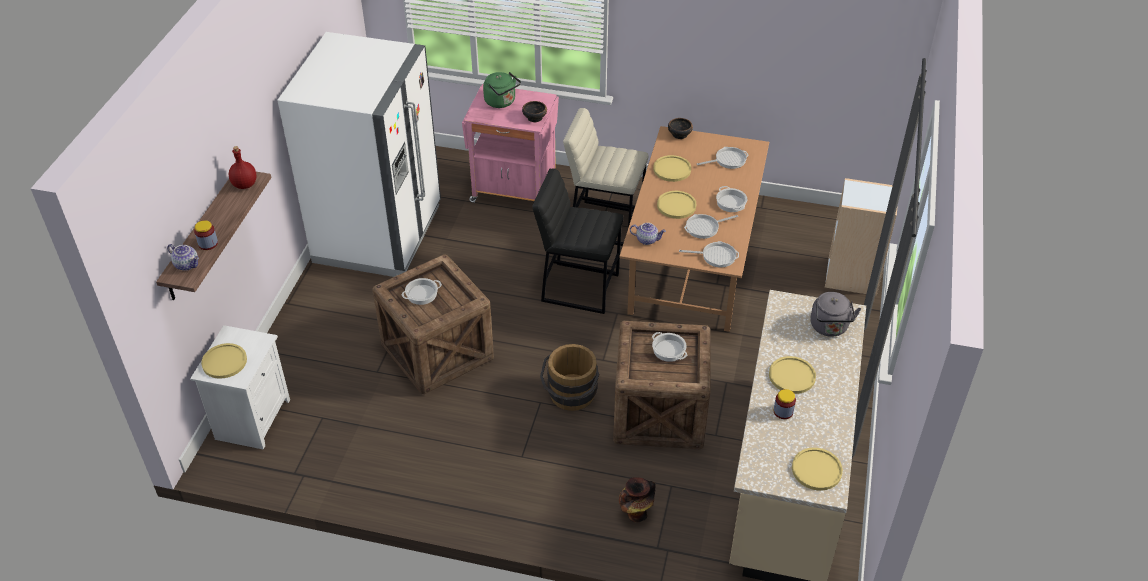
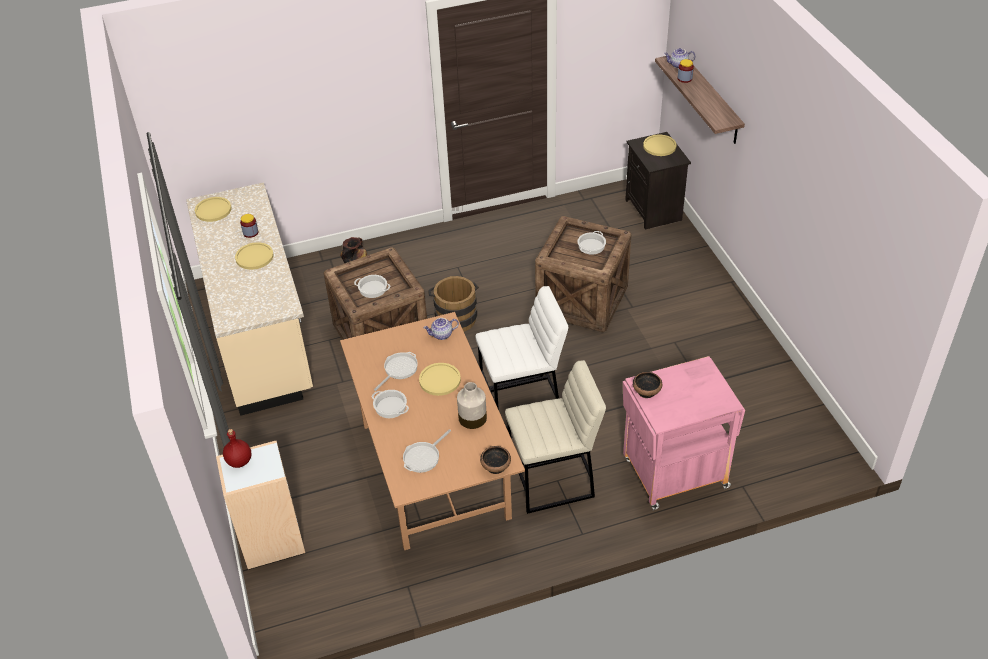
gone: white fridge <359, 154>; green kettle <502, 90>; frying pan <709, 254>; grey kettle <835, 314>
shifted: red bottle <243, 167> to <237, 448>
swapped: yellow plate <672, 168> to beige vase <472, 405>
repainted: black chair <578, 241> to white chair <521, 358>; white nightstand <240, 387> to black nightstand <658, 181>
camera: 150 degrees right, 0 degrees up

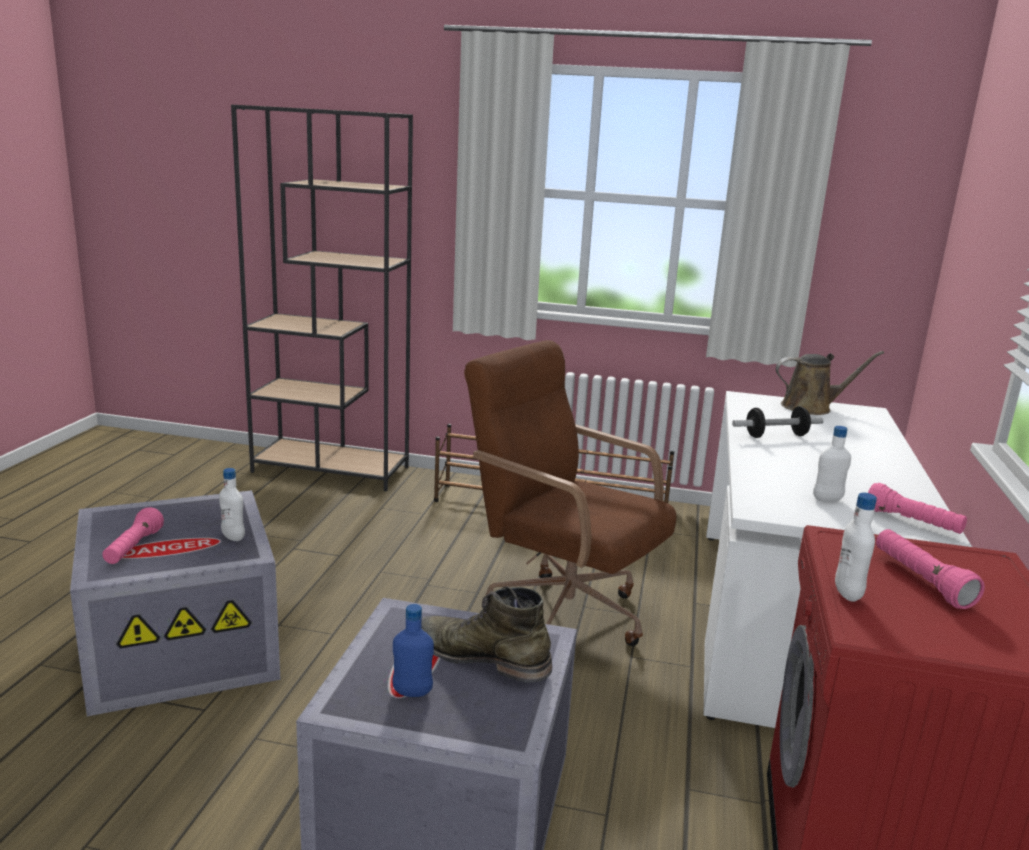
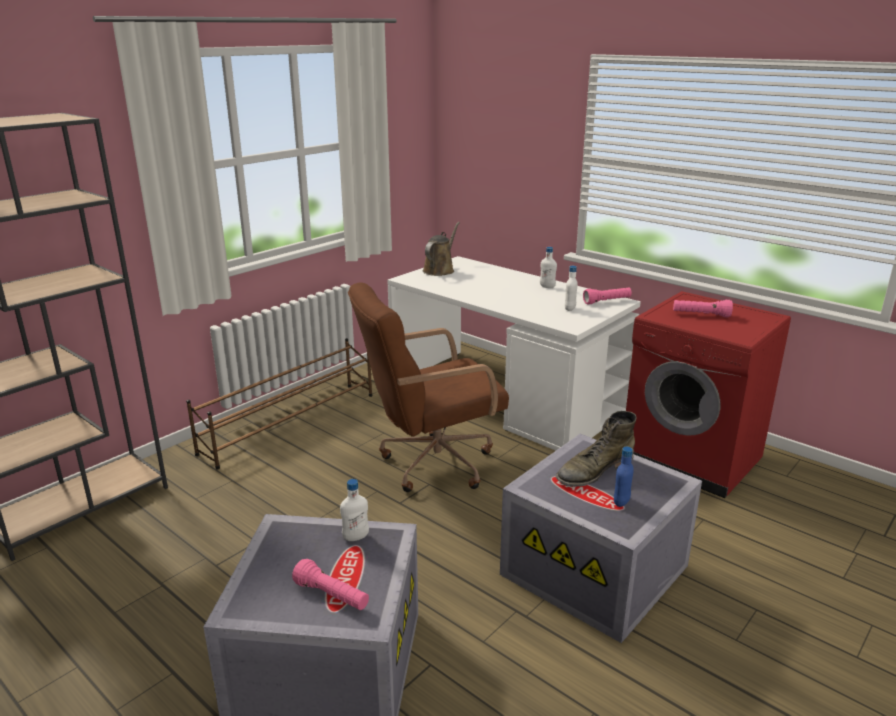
gone: dumbbell <778, 422>
shifted: white bottle <856, 547> to <548, 267>
camera: 60 degrees left, 5 degrees up

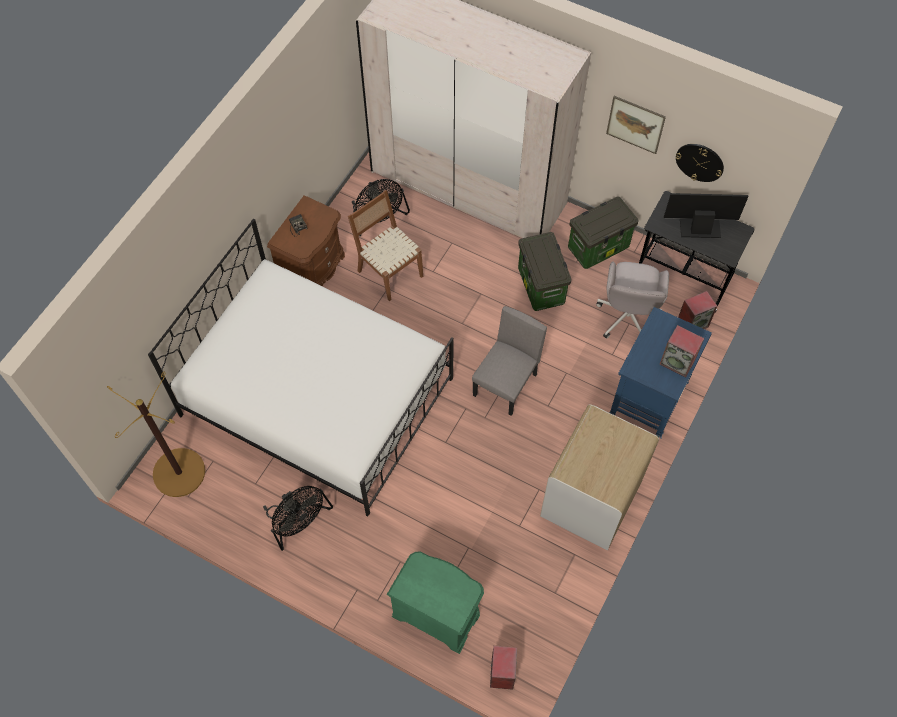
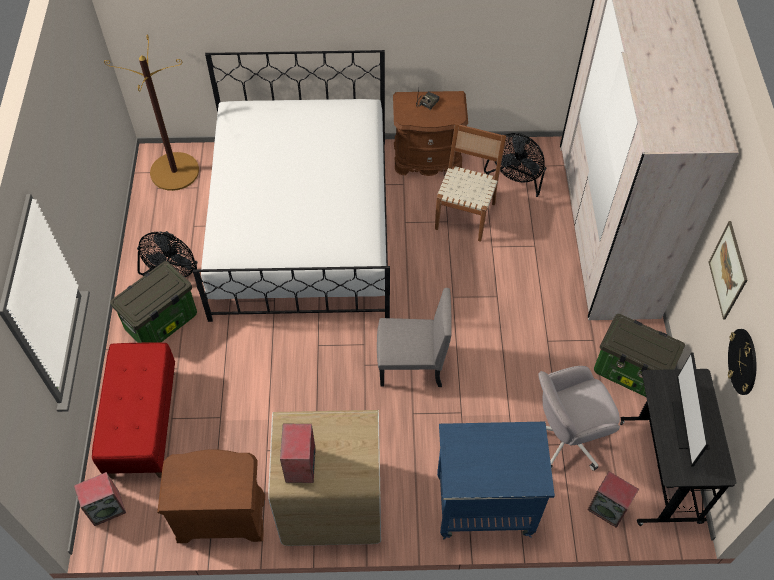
new: brown nightstand <211, 496>
shifted: storage box <545, 271> to <153, 302>; speaker <681, 351> to <298, 453>
swapped: green nightstand <435, 602> to red bench <133, 410>
rotated: monitor <706, 215> = <691, 410> 150 degrees counterclockwise
camera: 60 degrees right, 5 degrees down

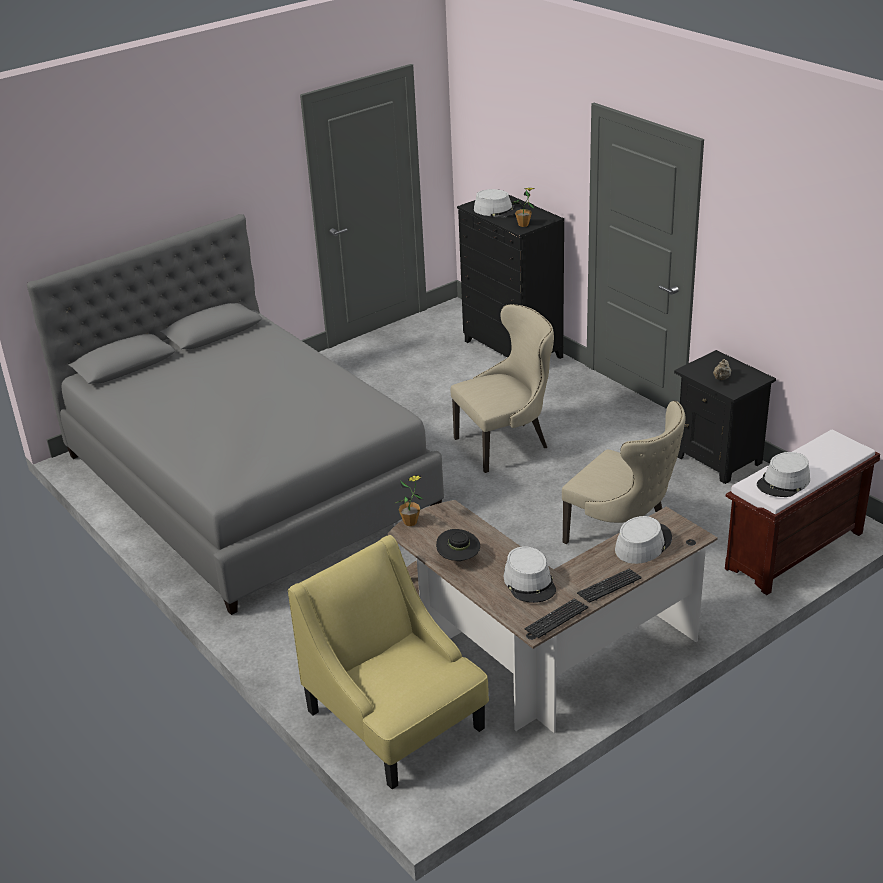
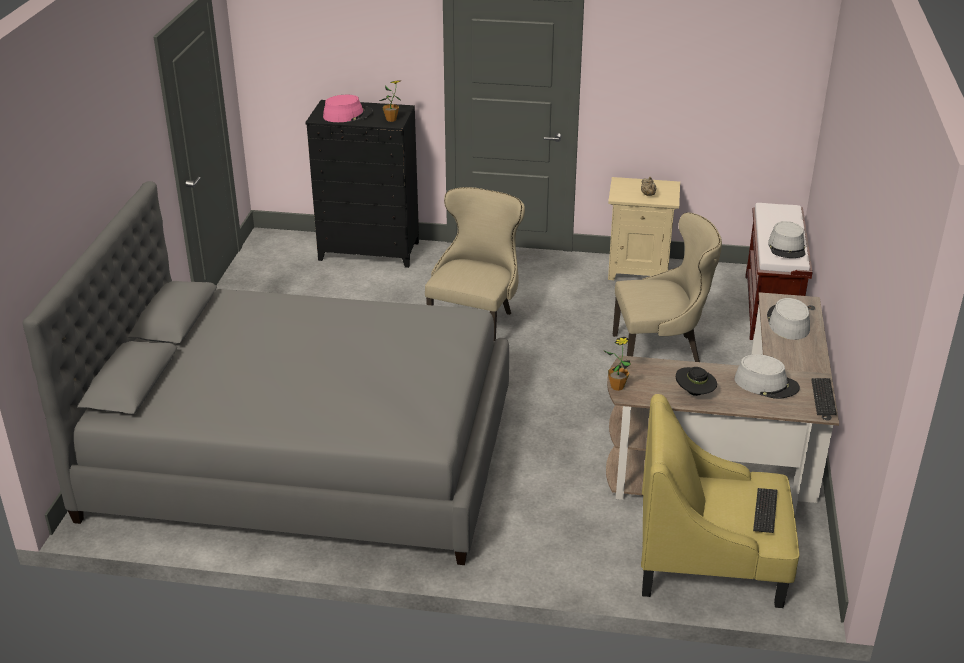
shifted: keyboard <609, 586> to <765, 510>
repainted: grey hat <497, 203> to pink hat <348, 108>; black nightstand <725, 417> to beige nightstand <644, 228>
camera: 45 degrees left, 0 degrees up

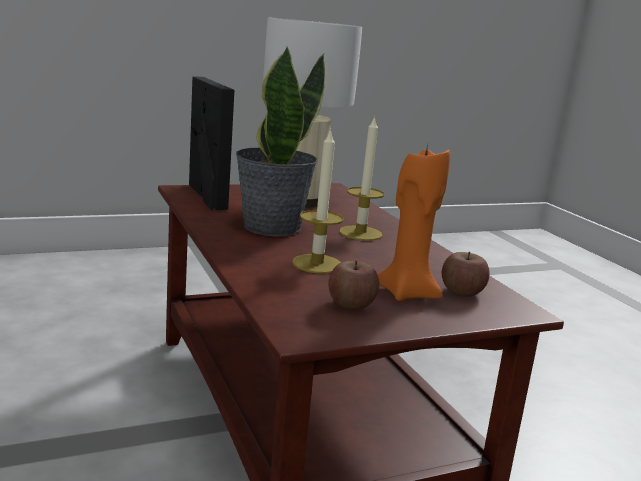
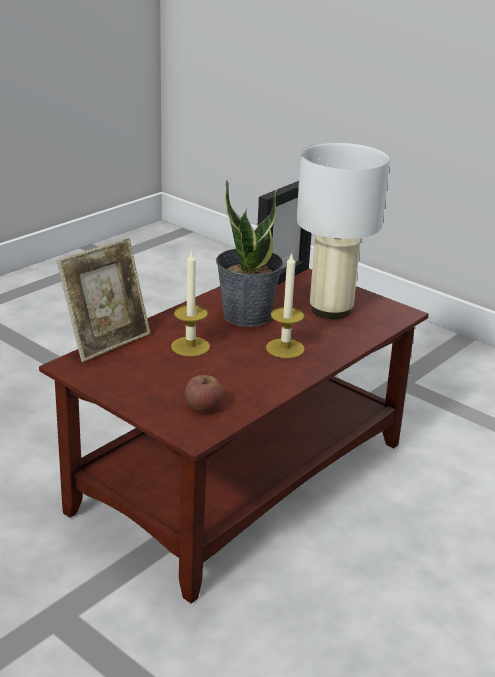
gone: orange candle <413, 222>; apple <353, 285>
new: picture frame <103, 300>
camera: 65 degrees right, 10 degrees up

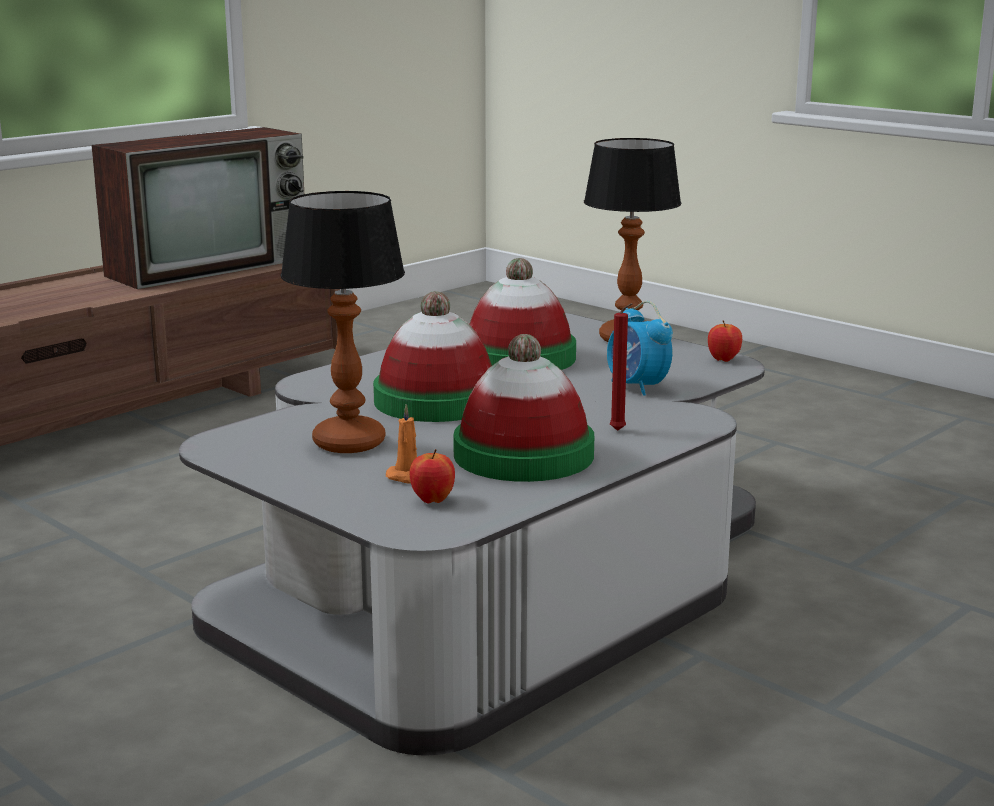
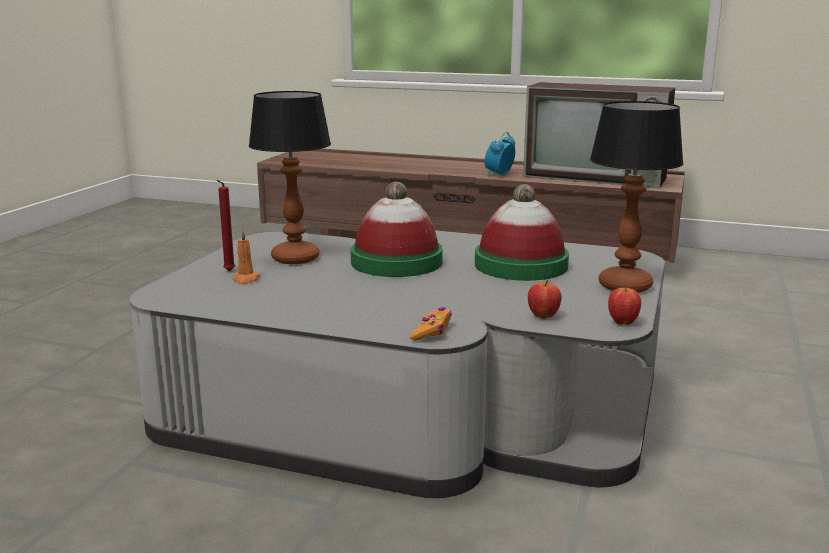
gone: hat <523, 408>
new: orange game controller <431, 324>
shifted: alarm clock <640, 348> to <500, 154>; red candle <621, 367> to <226, 225>; apple <432, 476> to <545, 299>
camera: 65 degrees right, 0 degrees up

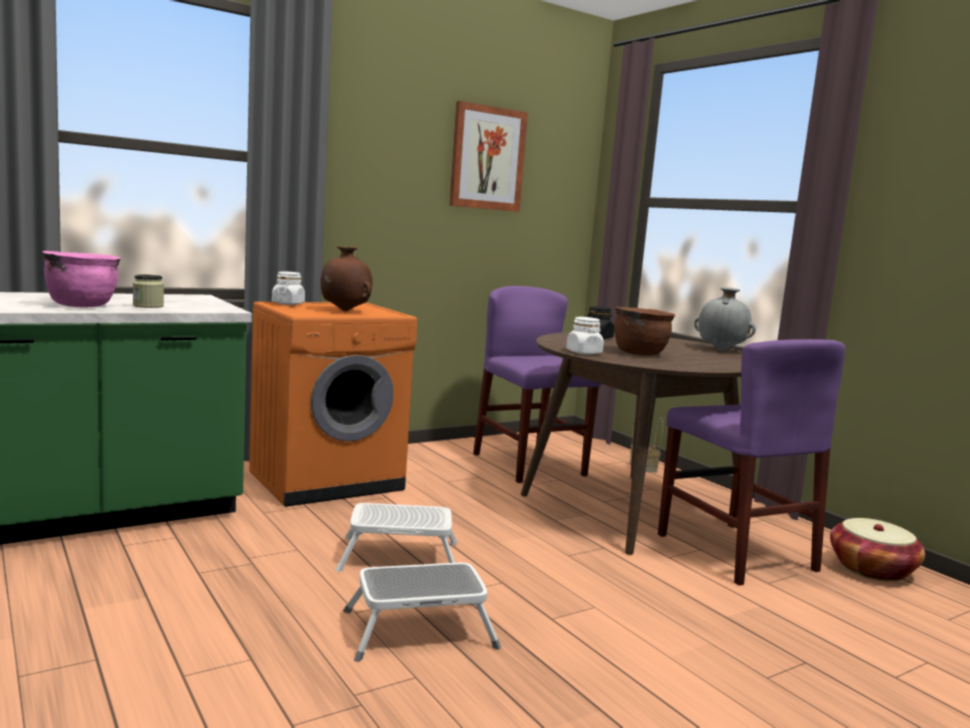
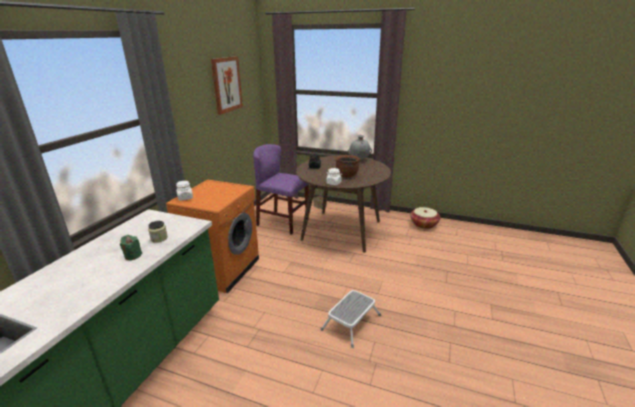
gone: brown vase <346, 278>; purple chair <752, 462>; white step ladder <397, 537>
swapped: pink cooking pot <81, 279> to green candle <131, 247>
camera: 35 degrees left, 15 degrees up

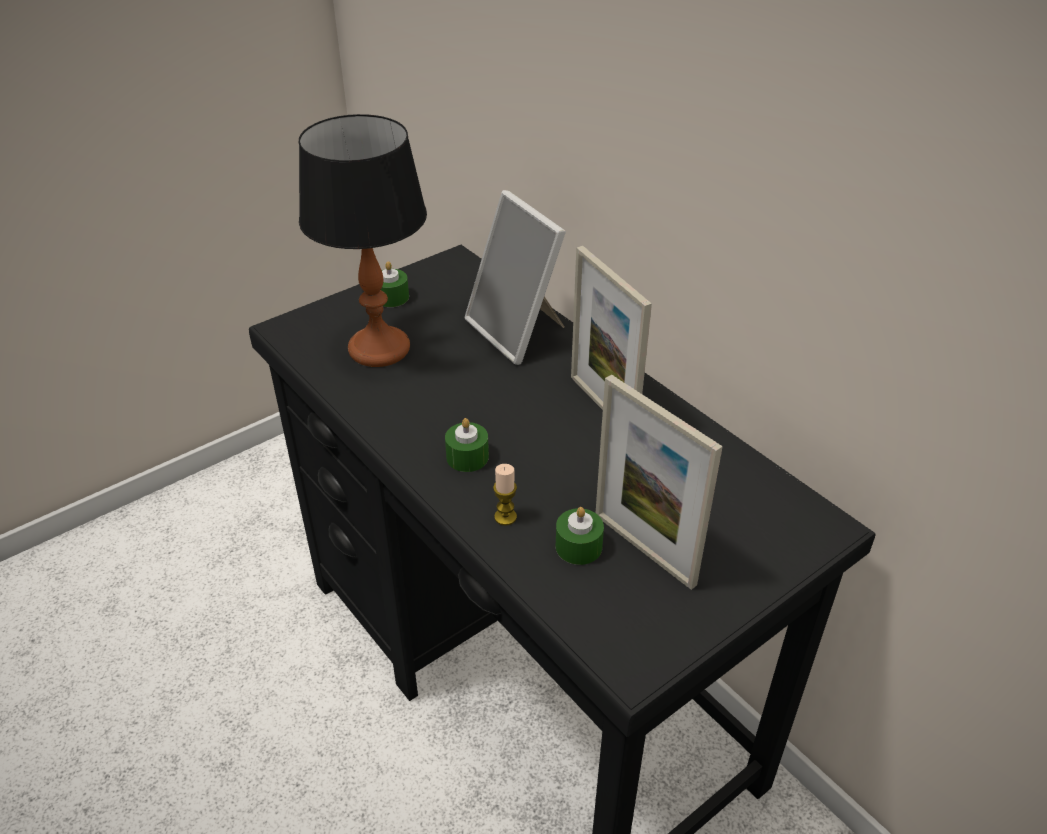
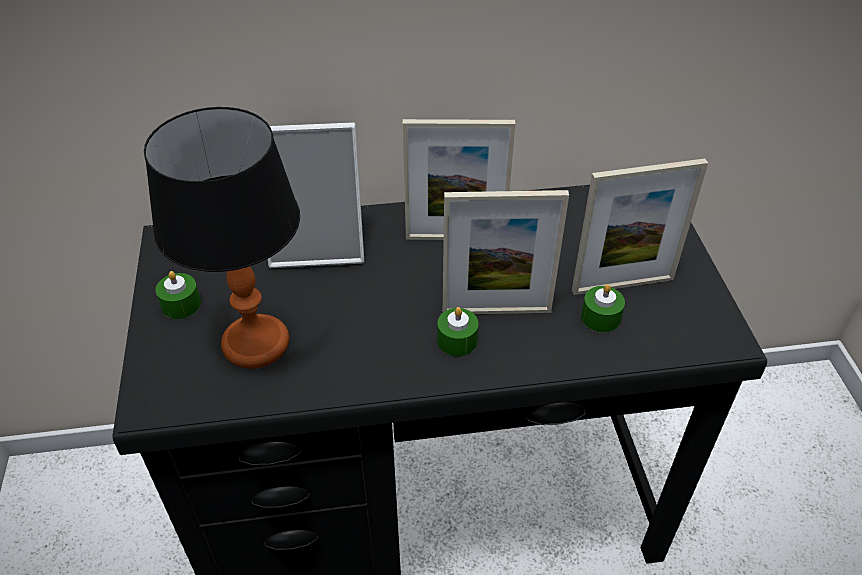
gone: candle <505, 495>
new: picture frame <506, 252>
camera: 60 degrees left, 5 degrees up

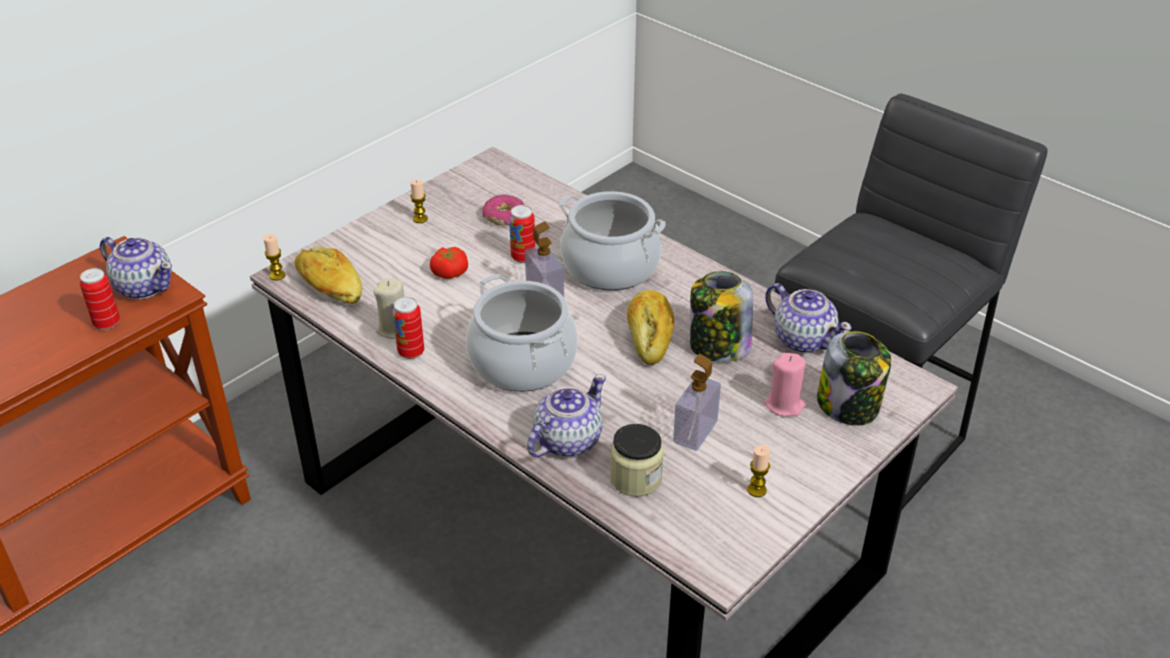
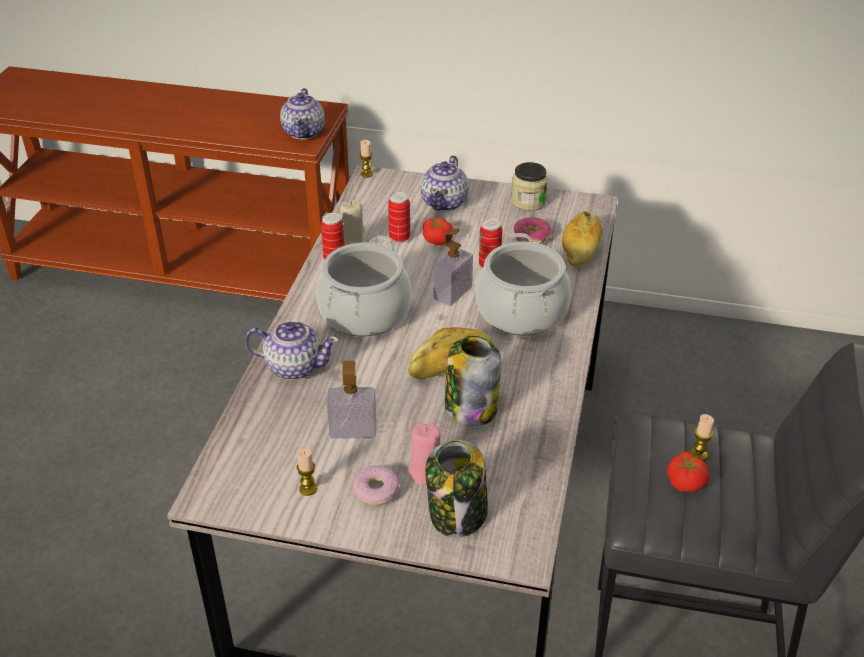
new: tomato <688, 472>; donut <376, 485>
shifted: candle <419, 201> to <702, 437>; bread <328, 275> to <582, 239>; can <100, 299> to <399, 217>; teapot <808, 318> to <445, 183>; jar <637, 460> to <529, 186>
camera: 60 degrees right, 0 degrees up

